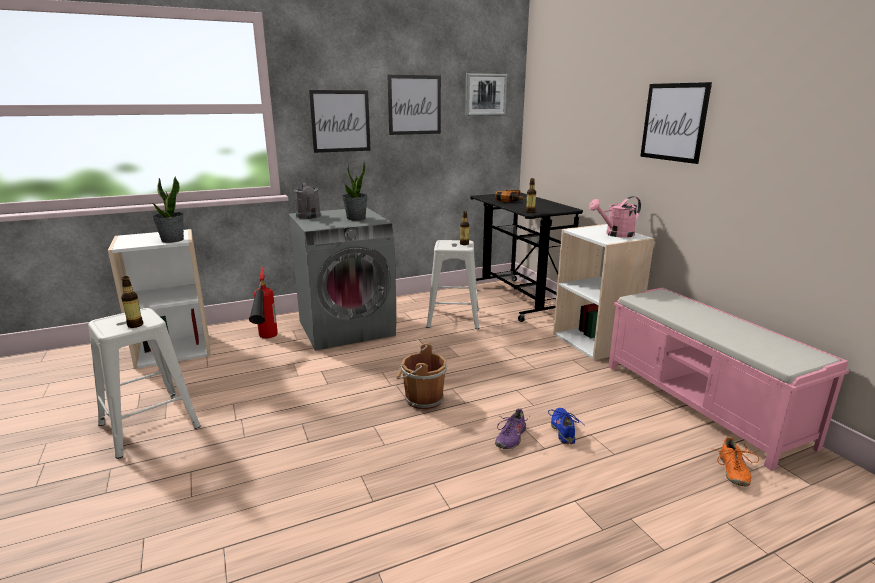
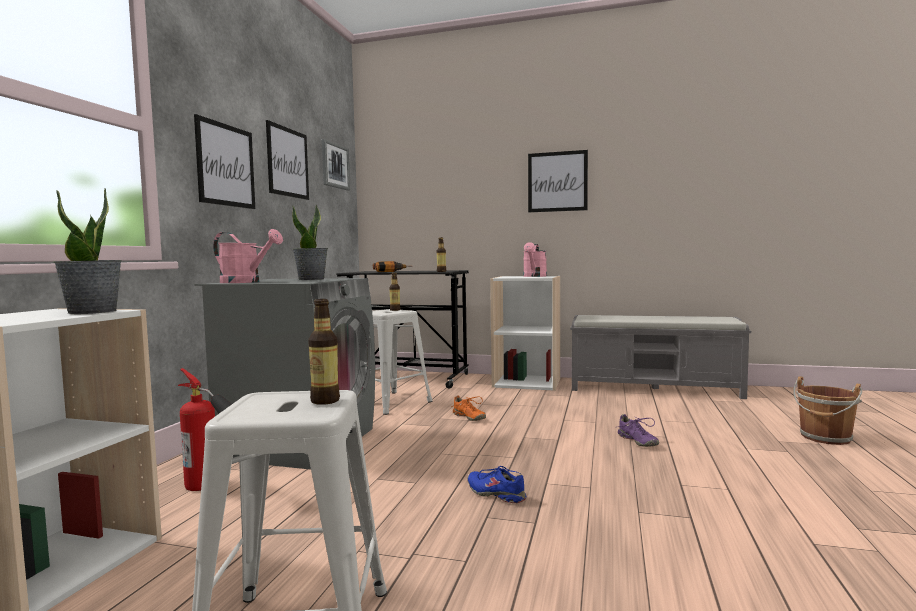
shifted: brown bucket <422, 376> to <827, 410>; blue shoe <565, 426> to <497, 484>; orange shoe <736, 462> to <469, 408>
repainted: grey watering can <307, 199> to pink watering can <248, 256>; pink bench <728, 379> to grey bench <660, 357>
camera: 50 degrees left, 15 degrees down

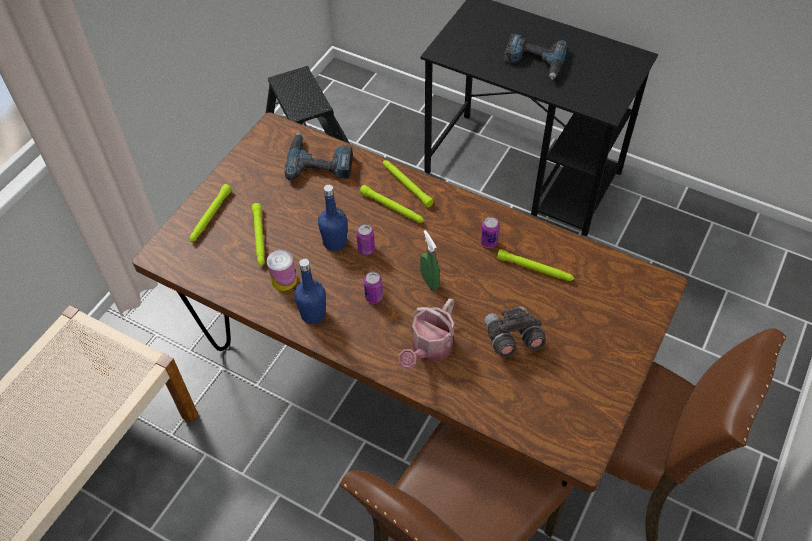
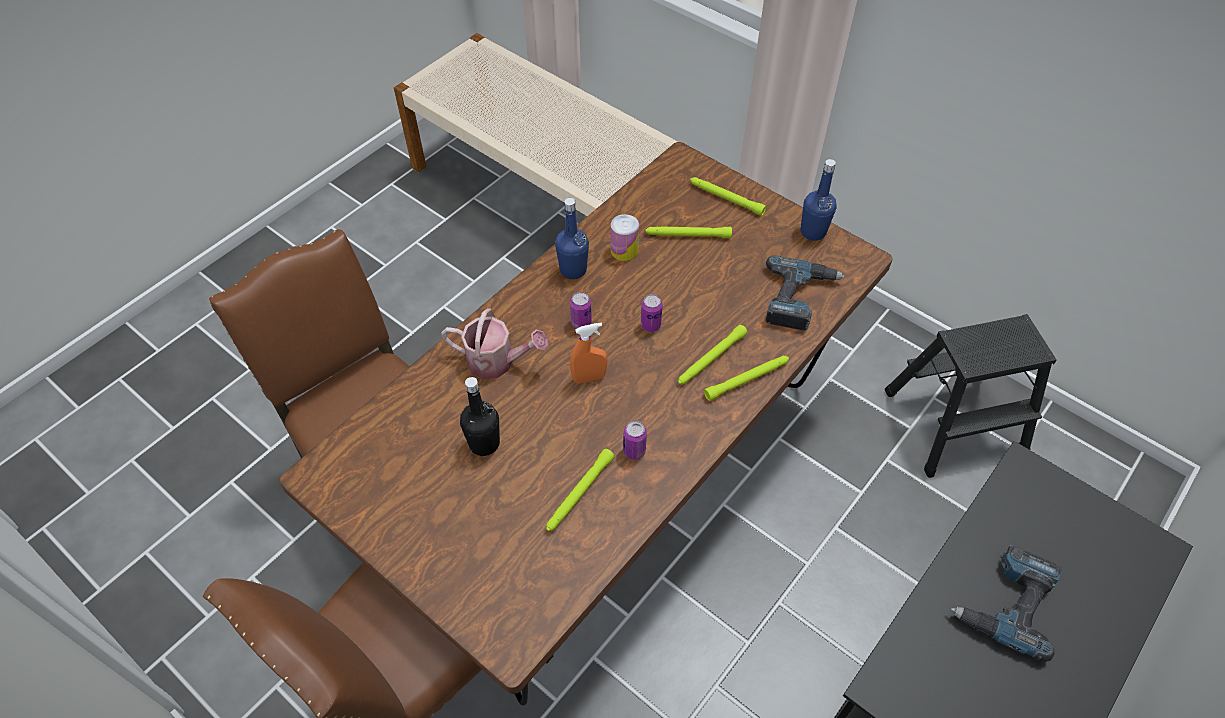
shifted: blue bottle <332, 217> to <819, 200>
swapped: grey binoculars <515, 332> to black bottle <480, 416>
repainted: green spray bottle <430, 260> to orange spray bottle <588, 353>
rotated: watering can <426, 333> = <495, 343> 150 degrees clockwise
camera: 100 degrees right, 0 degrees up

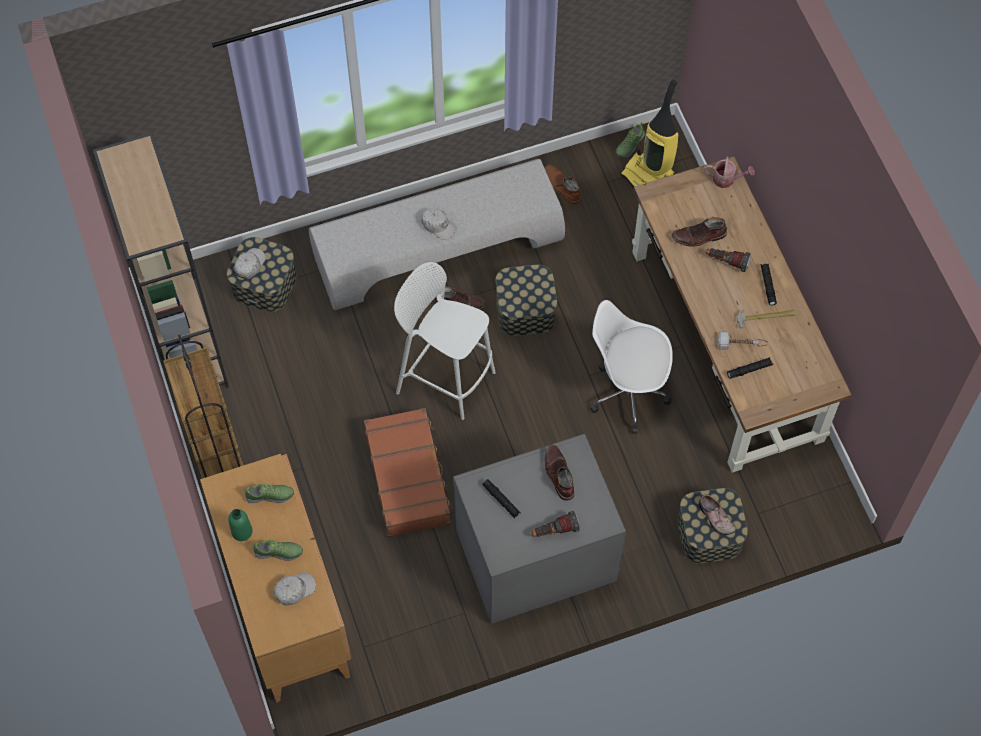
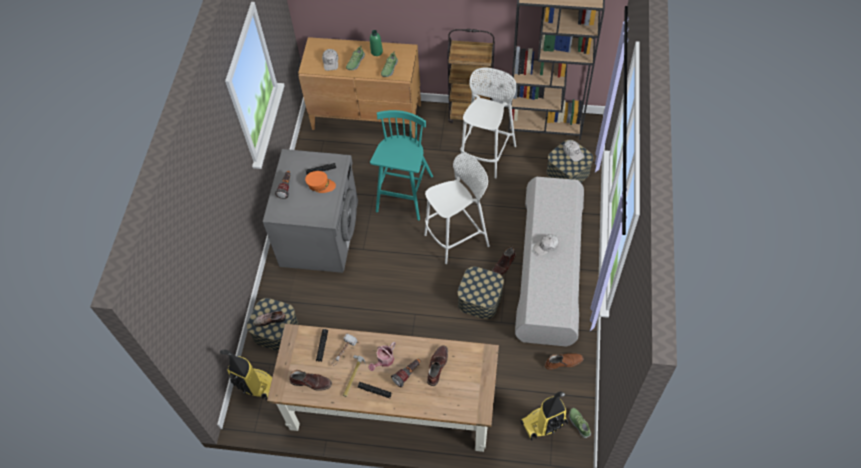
gone: white office chair <631, 367>
new: white stool <488, 123>; orange cap <320, 182>; vacuum cleaner <246, 375>
shifted: watering can <729, 172> to <382, 356>; brown boot <559, 472> to <311, 380>
swapped: brown suitcase <408, 472> to turquoise stool <401, 165>
camera: 120 degrees right, 5 degrees down

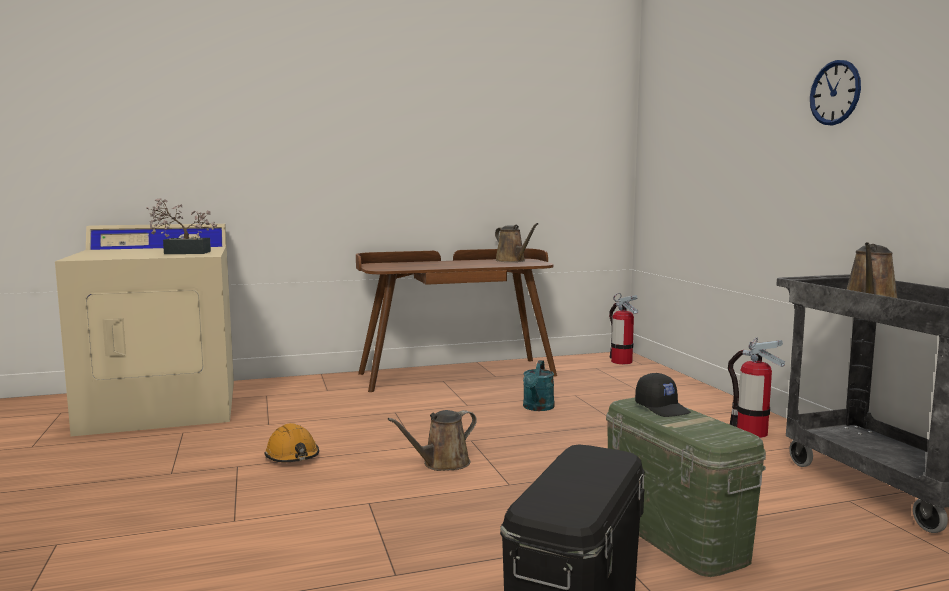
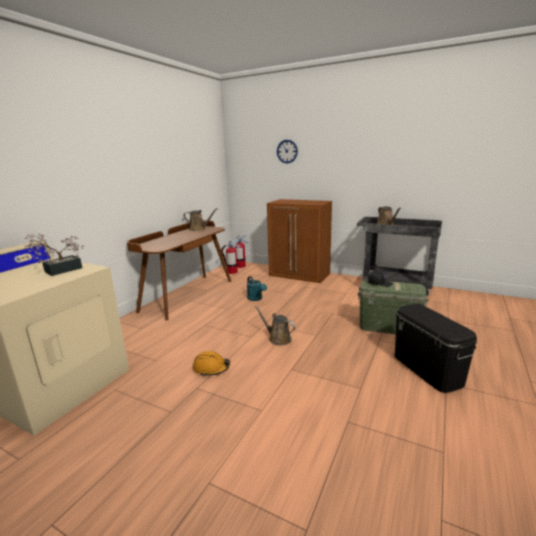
new: brown cabinet <299, 241>
shifted: wall clock <835, 92> to <287, 151>; fire extinguisher <756, 388> to <230, 256>
rotated: brown watering can <432, 440> = <275, 325> 120 degrees clockwise
camera: 45 degrees left, 10 degrees up

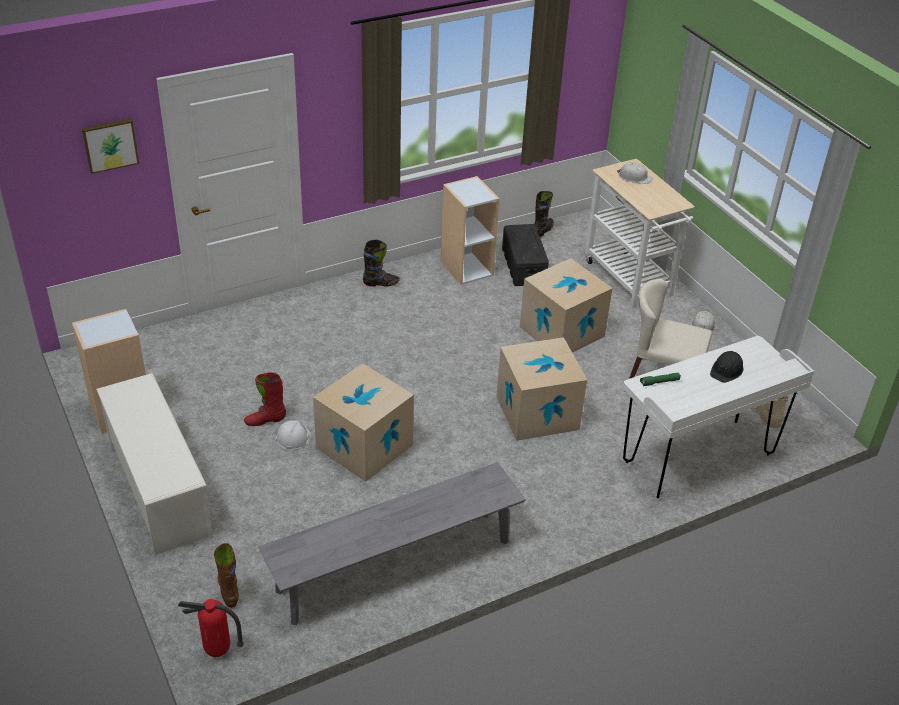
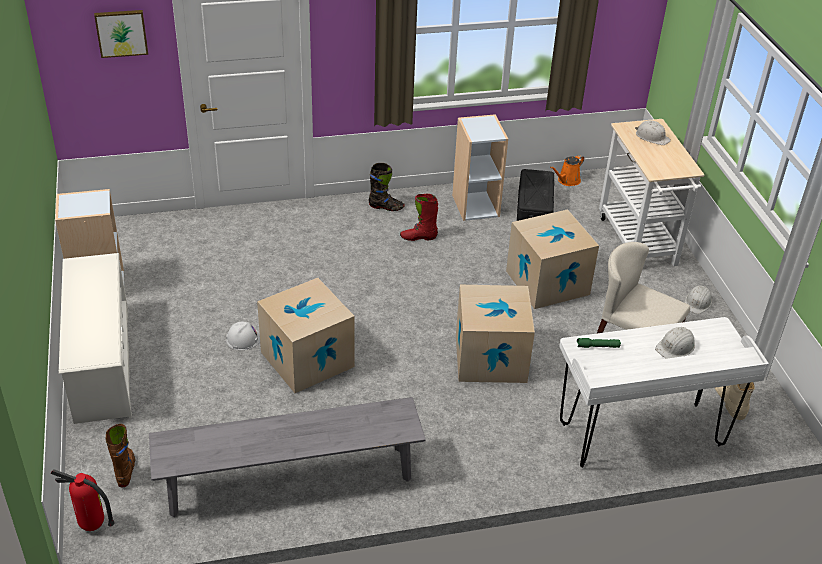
shifted: red boot <265, 399> to <419, 217>
swapped: black boot <544, 214> to orange watering can <567, 170>
repainted: black hard hat <727, 367> to white hard hat <675, 343>
camera: 15 degrees right, 0 degrees up

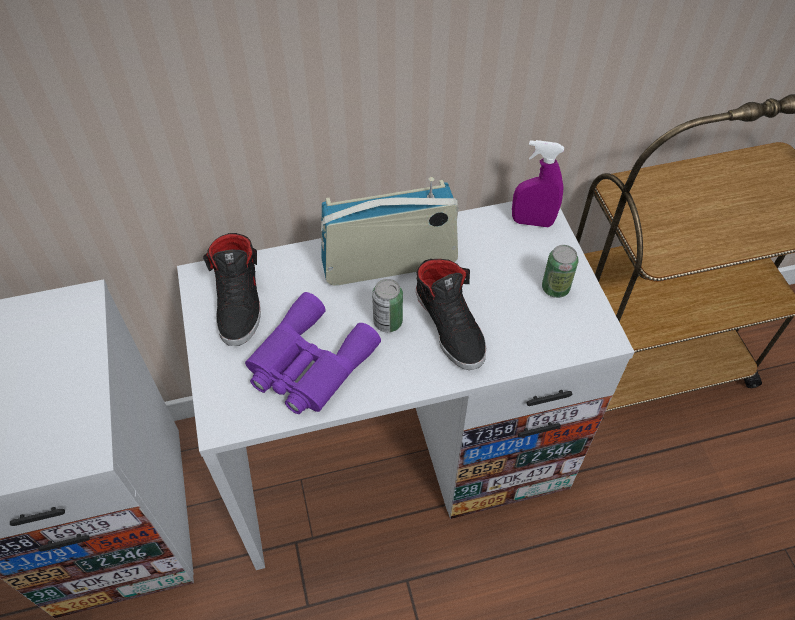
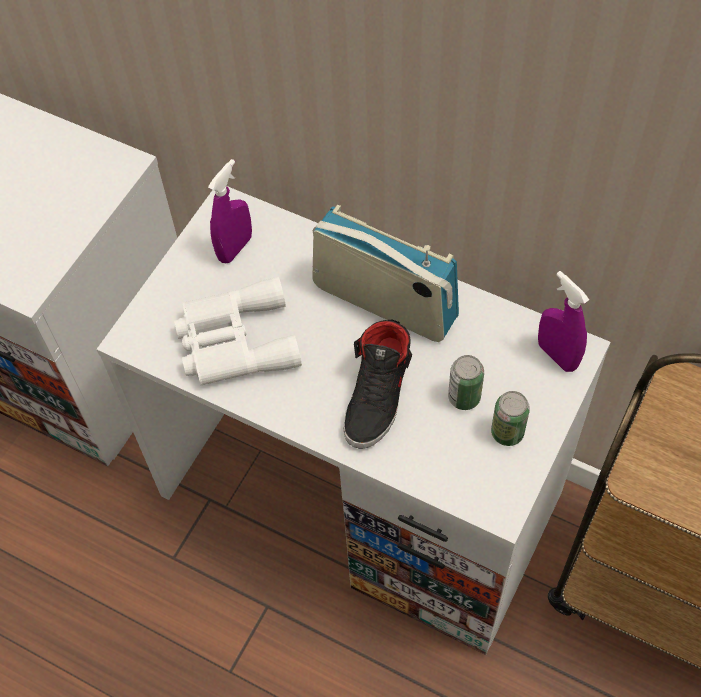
shifted: can <387, 305> to <466, 382>
swapped: black shoe <232, 289> to purple spray bottle <230, 211>
repainted: purple binoculars <313, 353> to white binoculars <238, 331>
camera: 45 degrees right, 5 degrees up

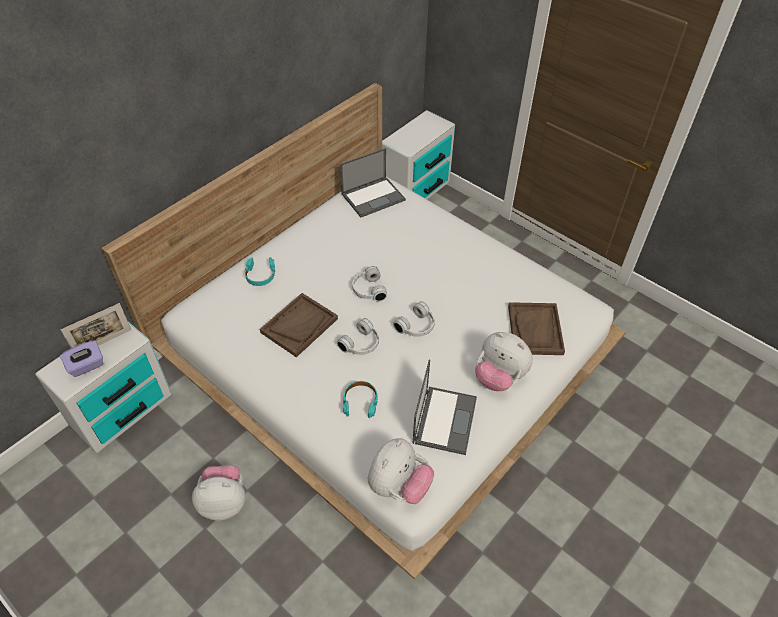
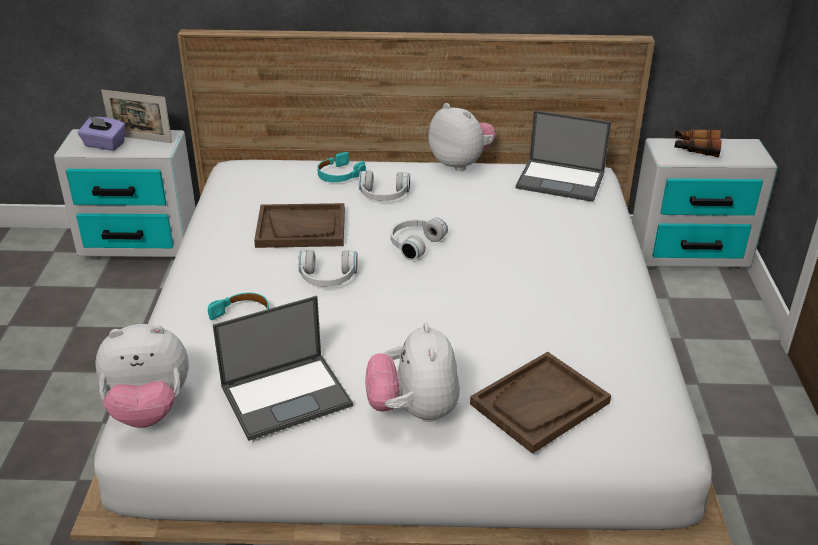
new: binoculars <698, 143>
shifted: white headphones <414, 319> to <384, 186>; plush toy <219, 492> to <462, 137>
camera: 50 degrees right, 15 degrees down

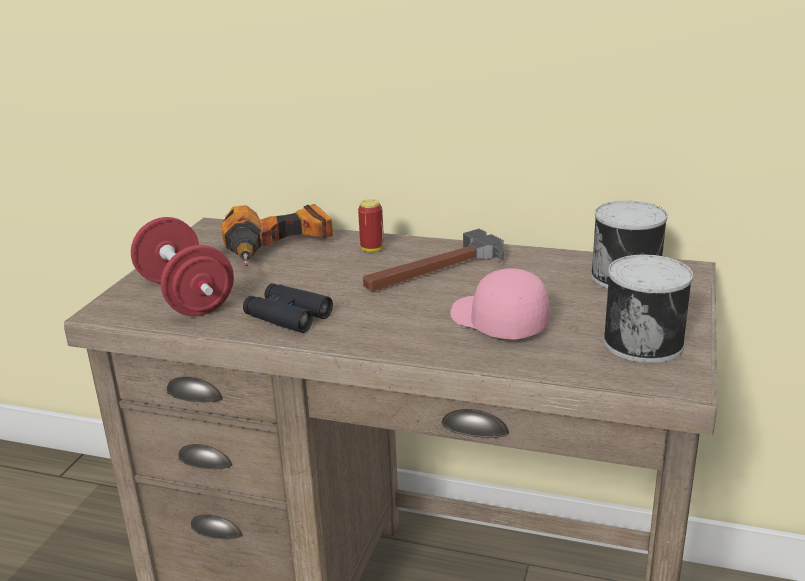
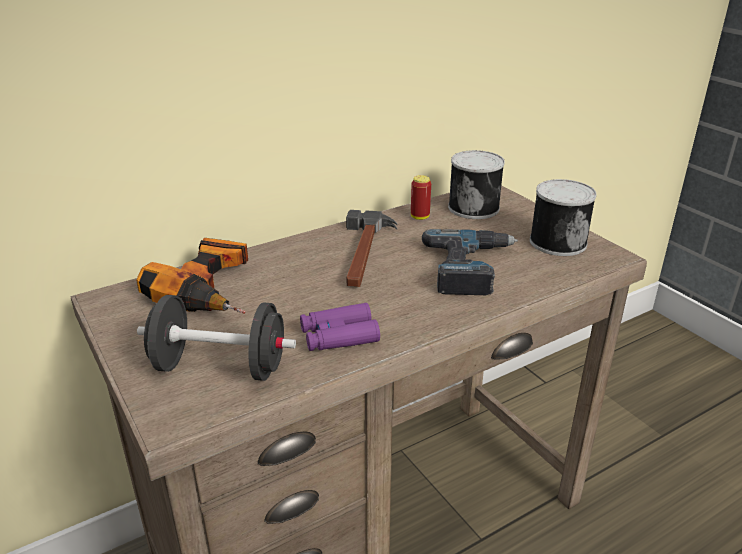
shifted: can <371, 225> to <421, 197>
swapped: pink cap <500, 304> to power drill <470, 262>
repainted: red dumbbell <182, 266> to black dumbbell <216, 338>; black binoculars <288, 308> to purple binoculars <340, 327>
camera: 50 degrees left, 5 degrees up

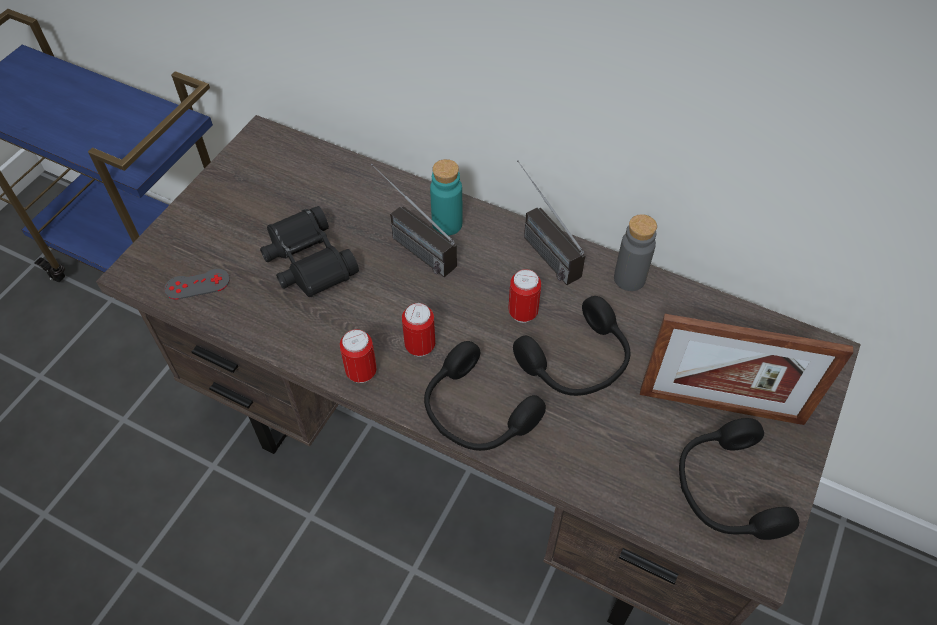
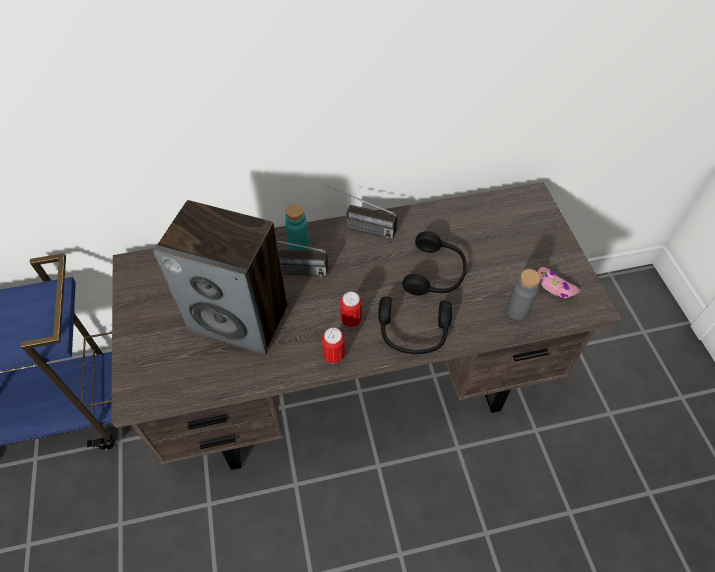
gone: grey game controller <197, 284>; can <524, 296>; picture frame <746, 369>
shifted: grey bottle <635, 252> to <523, 294>
swapped: black binoculars <309, 251> to speaker <220, 277>; black headphones <739, 479> to pink game controller <559, 282>
camera: 40 degrees left, 0 degrees up

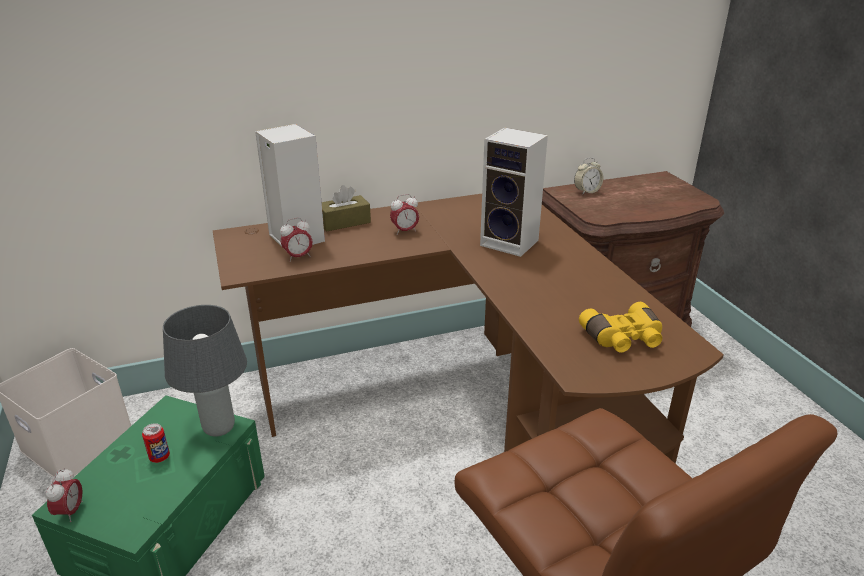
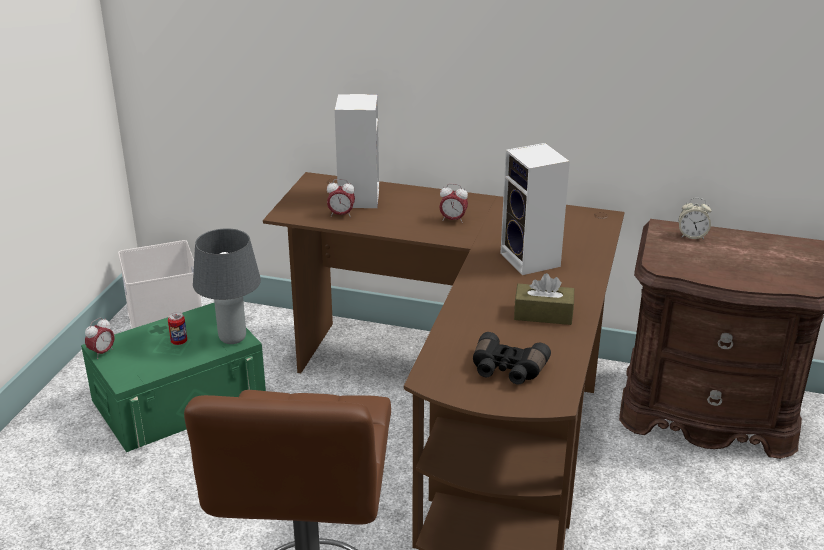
shifted: brown tissue box <346, 208> to <544, 299>
repainted: yellow binoculars <620, 327> to black binoculars <512, 358>
camera: 35 degrees right, 0 degrees up

